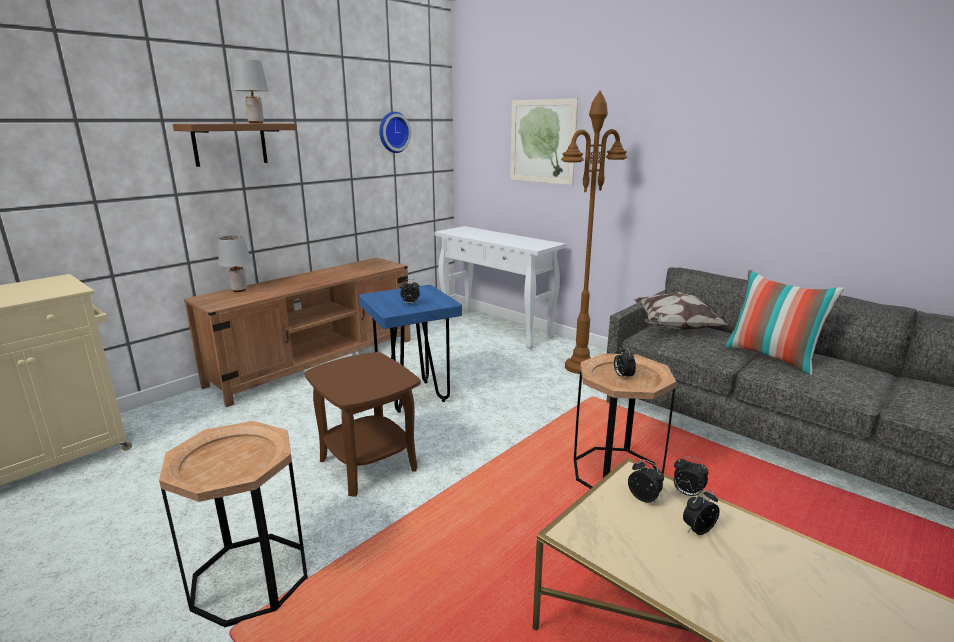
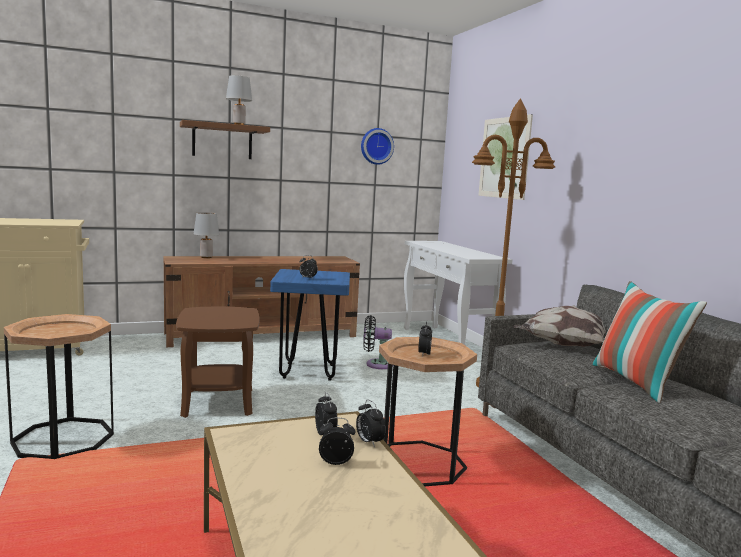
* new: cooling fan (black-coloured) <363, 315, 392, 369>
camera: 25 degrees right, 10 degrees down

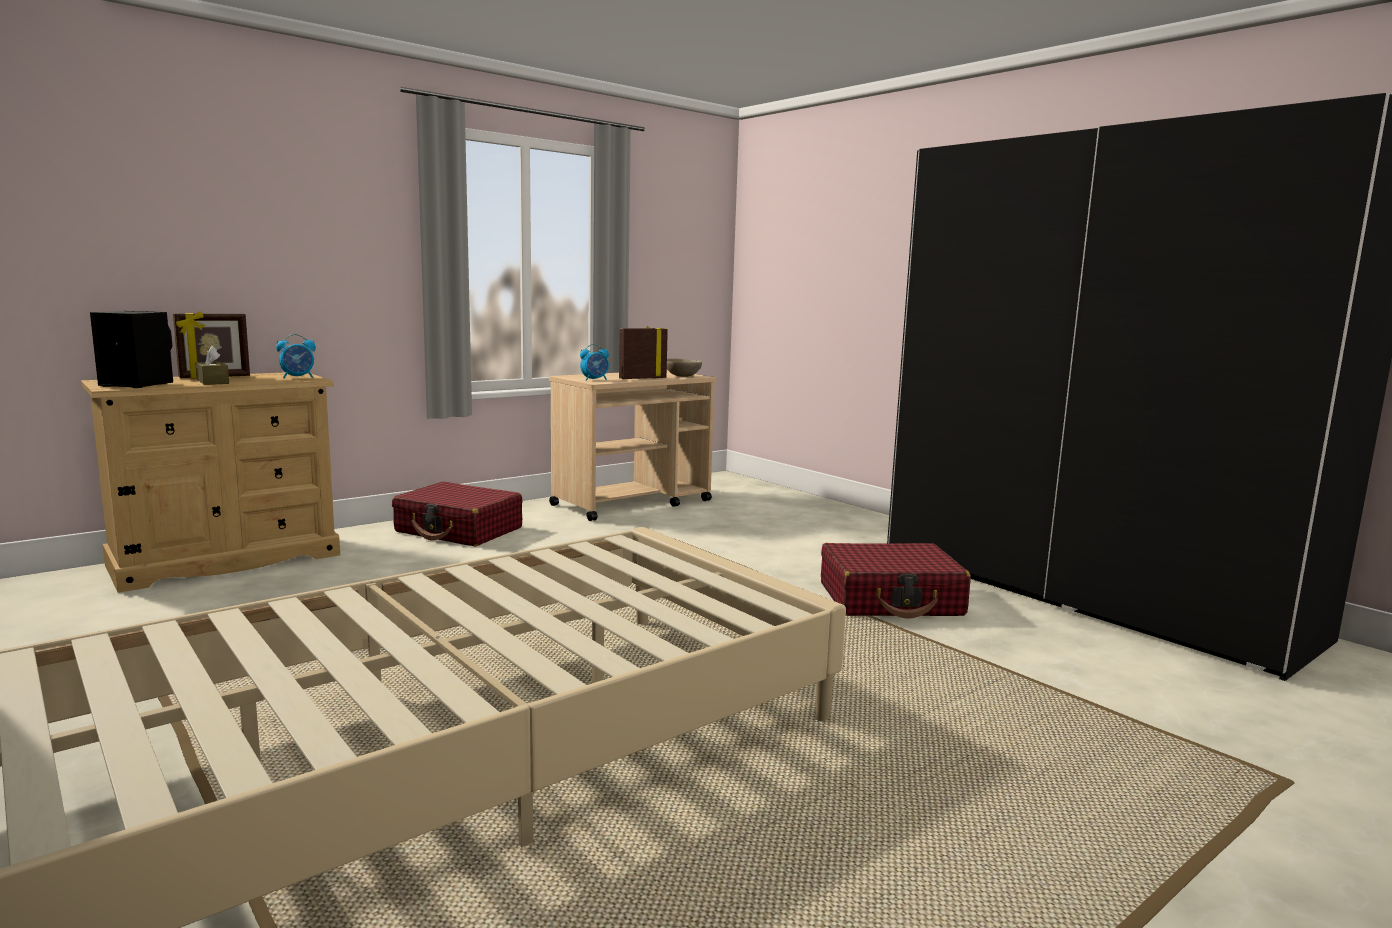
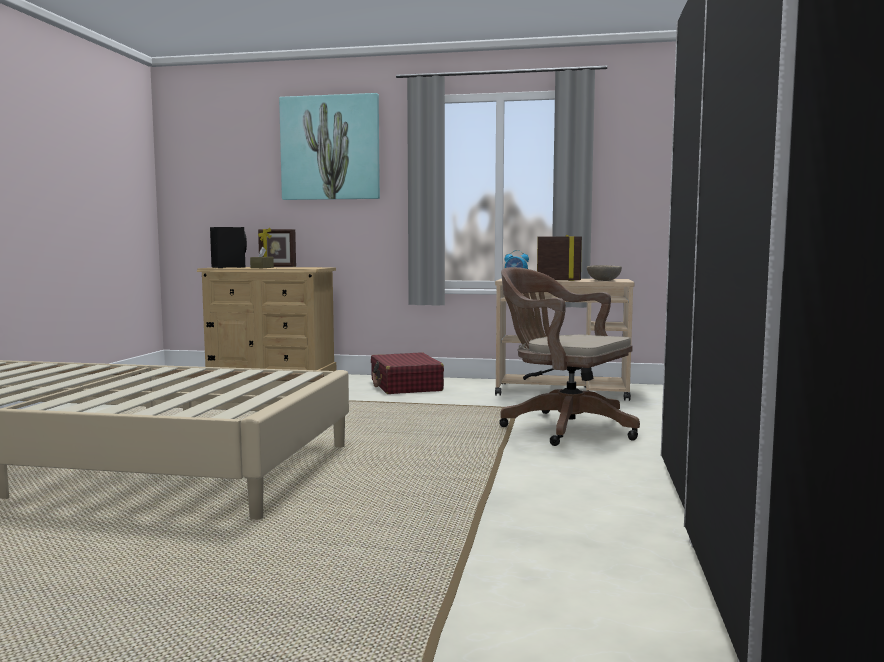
* gone: alarm clock <276, 334, 316, 378>
* gone: suitcase (reddish) <821, 543, 971, 619>
* new: wall art <279, 93, 380, 200>
* new: computer chair (brown-coloured) <499, 267, 640, 446>
camera: 50 degrees right, 5 degrees down

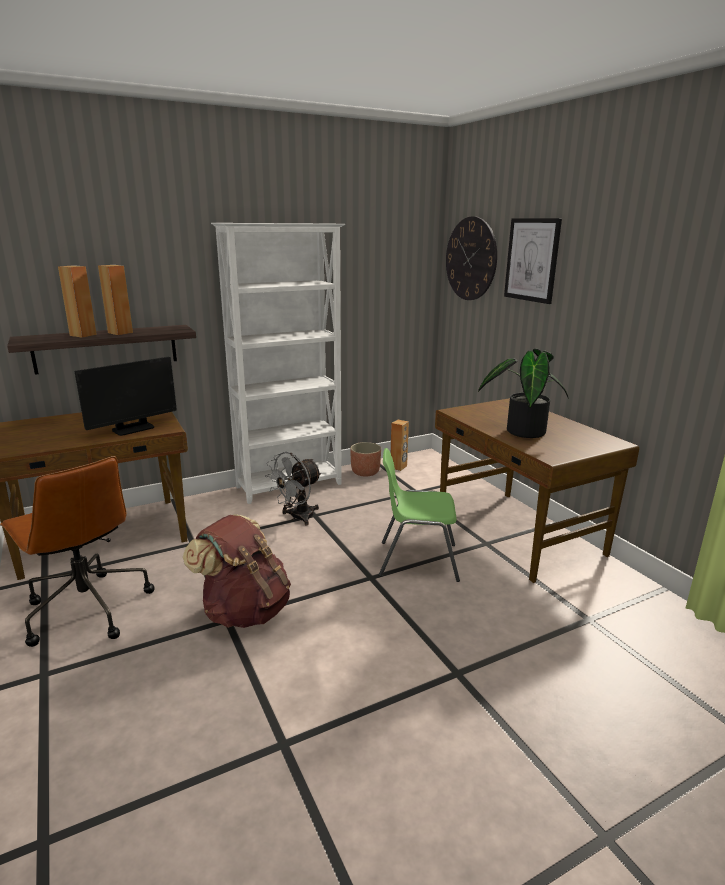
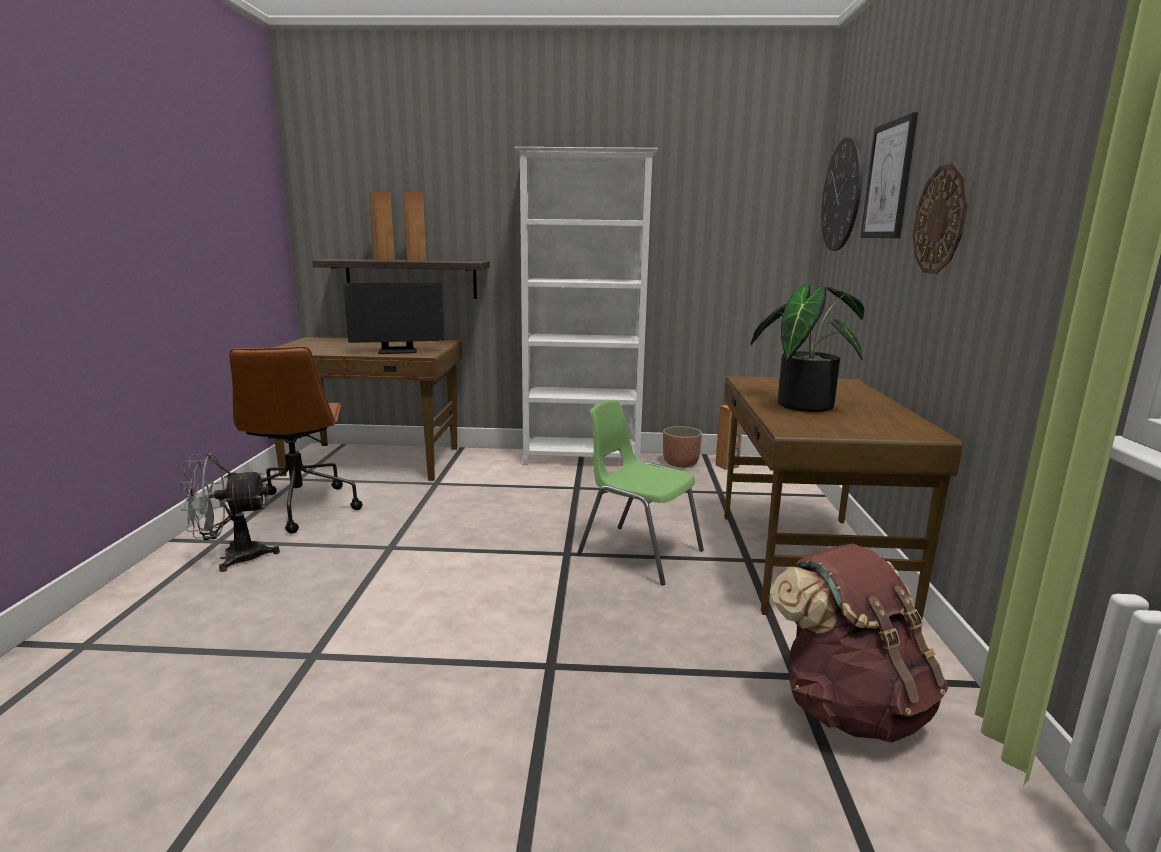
* shifted: cooling fan (gray) <265, 452, 322, 526> to <180, 453, 280, 572>
* shifted: backpack (brown-coloured) <183, 514, 291, 628> to <771, 544, 948, 743>
* new: hanging clock <913, 164, 968, 274>
camera: 30 degrees right, 5 degrees down

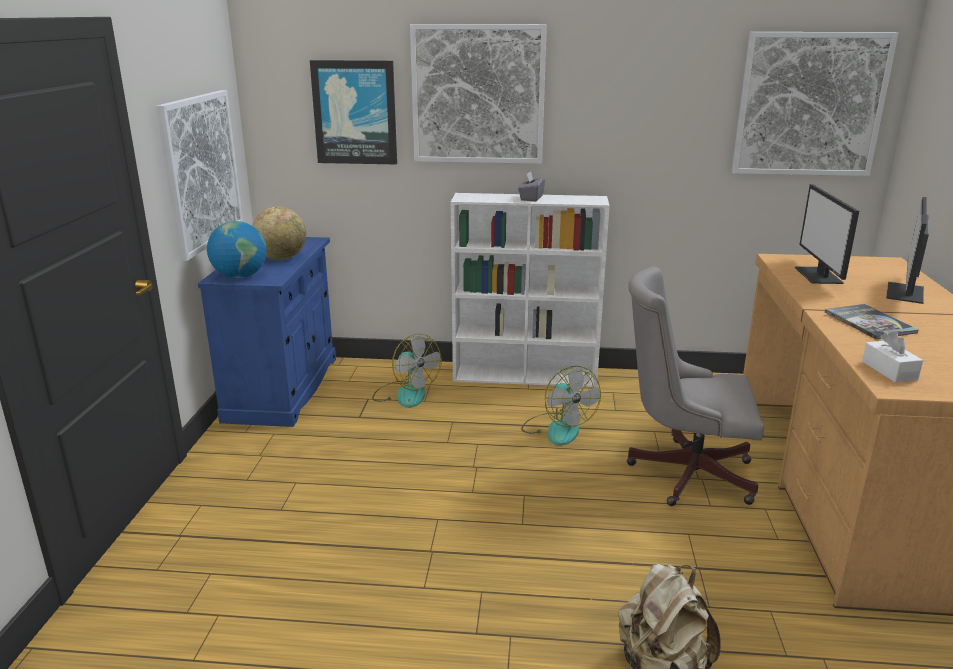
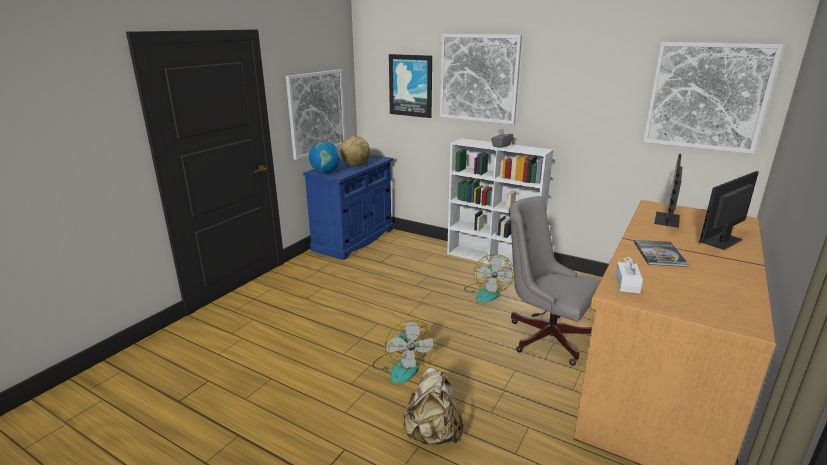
* shifted: cooling fan <372, 334, 442, 408> to <372, 320, 435, 384>
camera: 25 degrees right, 0 degrees up

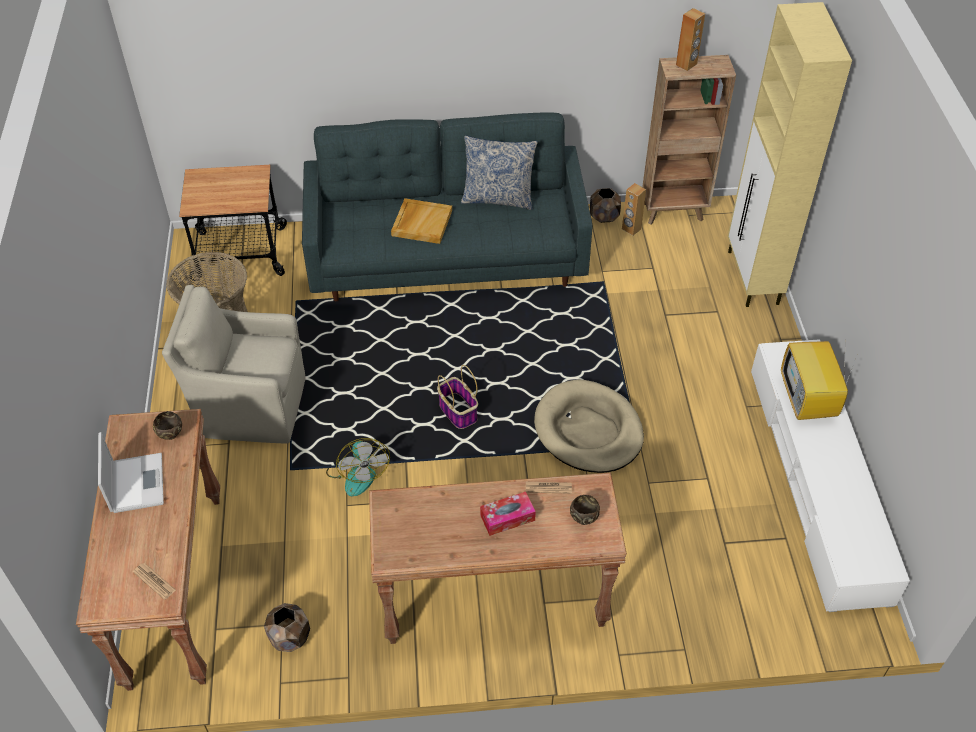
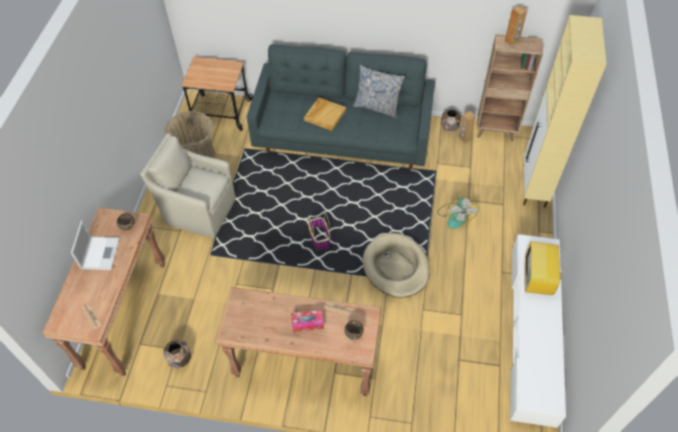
* shifted: cooling fan <326, 438, 390, 497> to <438, 196, 479, 229>
camera: 15 degrees right, 5 degrees up

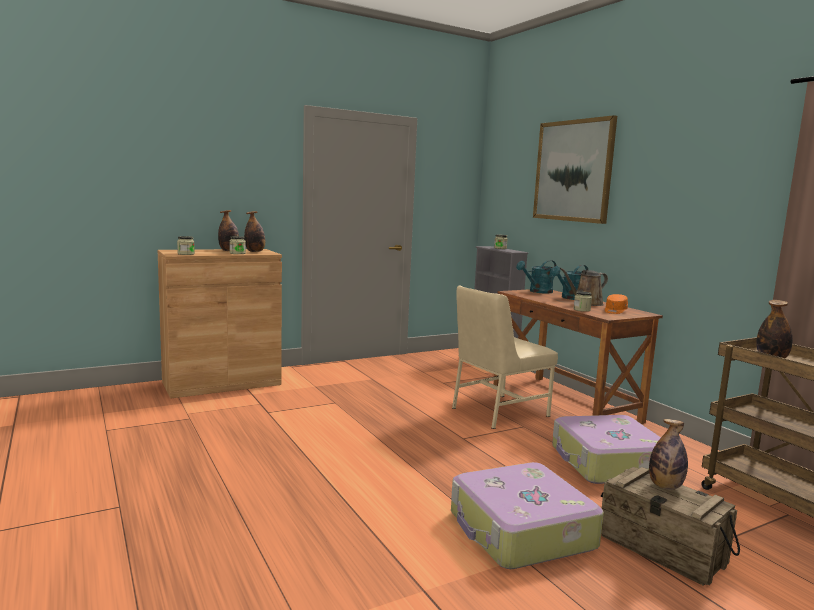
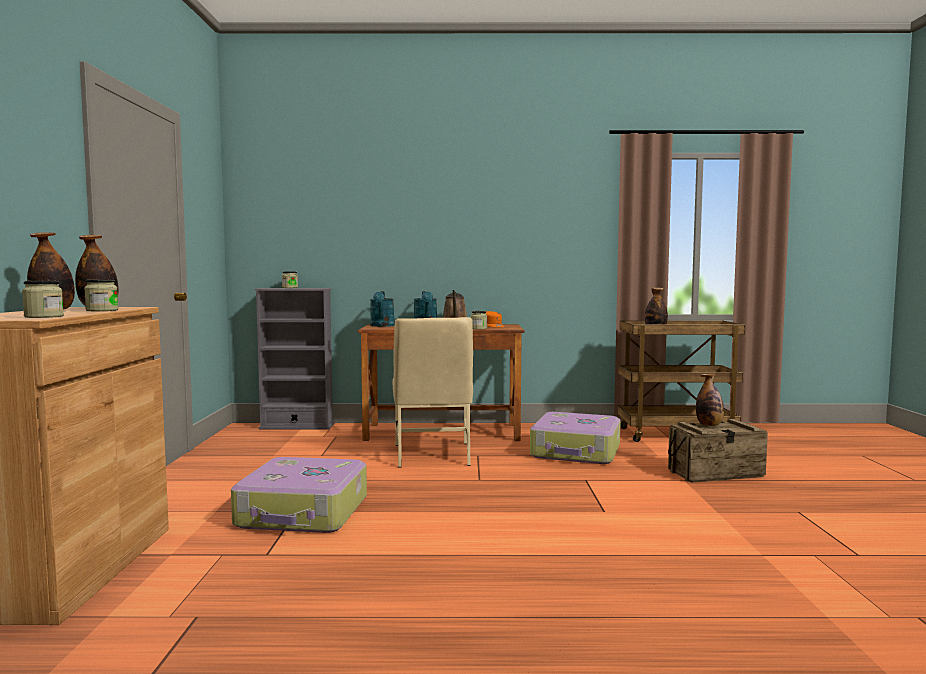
* gone: wall art <533, 115, 617, 224>
* shifted: suitcase <451, 462, 604, 569> to <231, 457, 367, 533>
camera: 60 degrees left, 5 degrees down

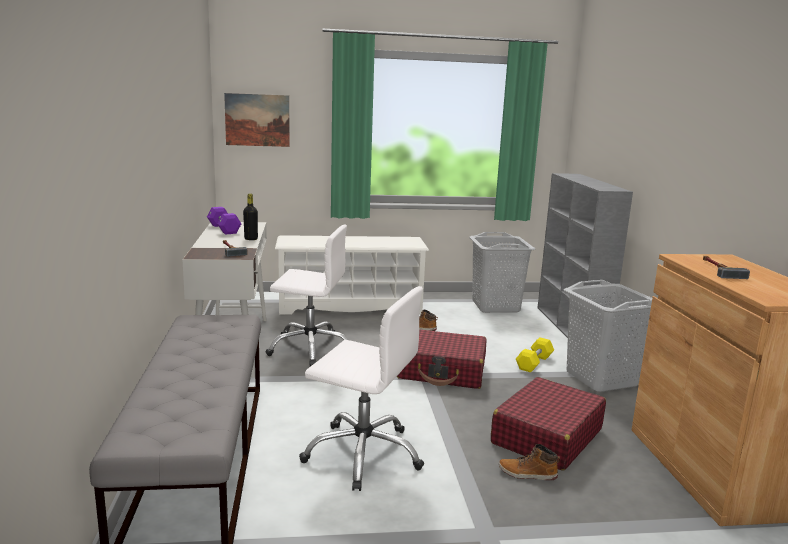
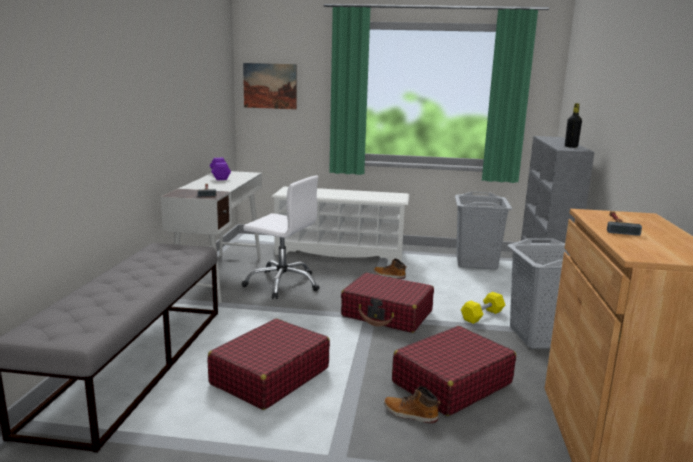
* shifted: beverage bottle (black-coloured) <243, 194, 258, 240> to <565, 103, 582, 148>
* swapped: computer chair (white-coloured) <299, 286, 424, 491> to suitcase (reddish) <208, 319, 330, 410>
camera: 15 degrees right, 0 degrees up

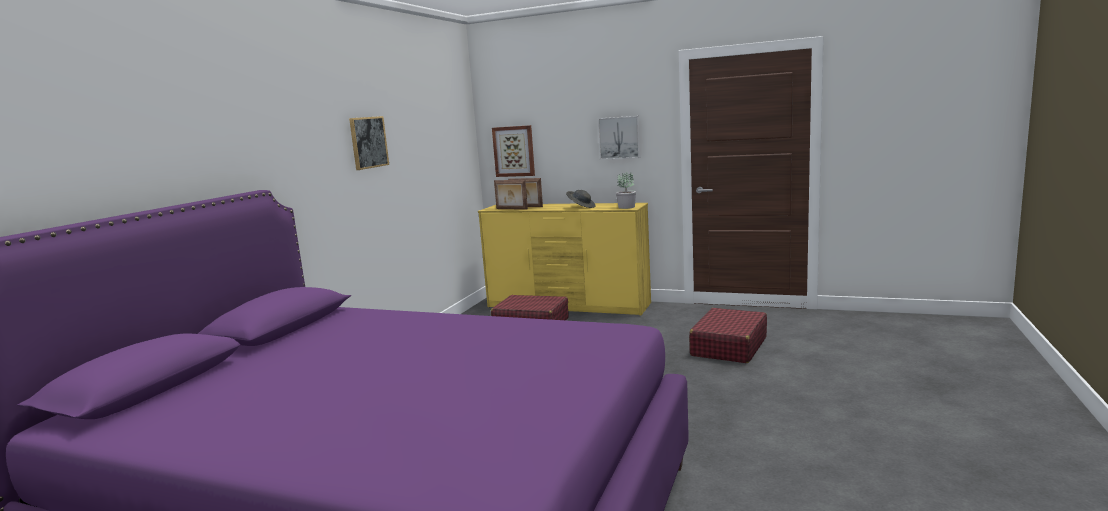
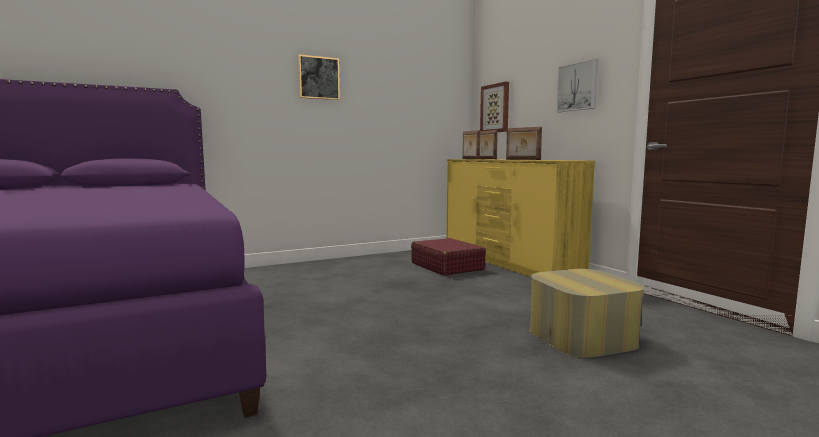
* gone: plant in a pot <616, 173, 636, 209>
* swapped: clothing hat (gray) <566, 190, 596, 208> to standing frame <506, 127, 542, 160>
* swapped: suitcase (reddish) <689, 308, 767, 363> to ottoman <530, 269, 645, 358>
camera: 40 degrees right, 5 degrees down

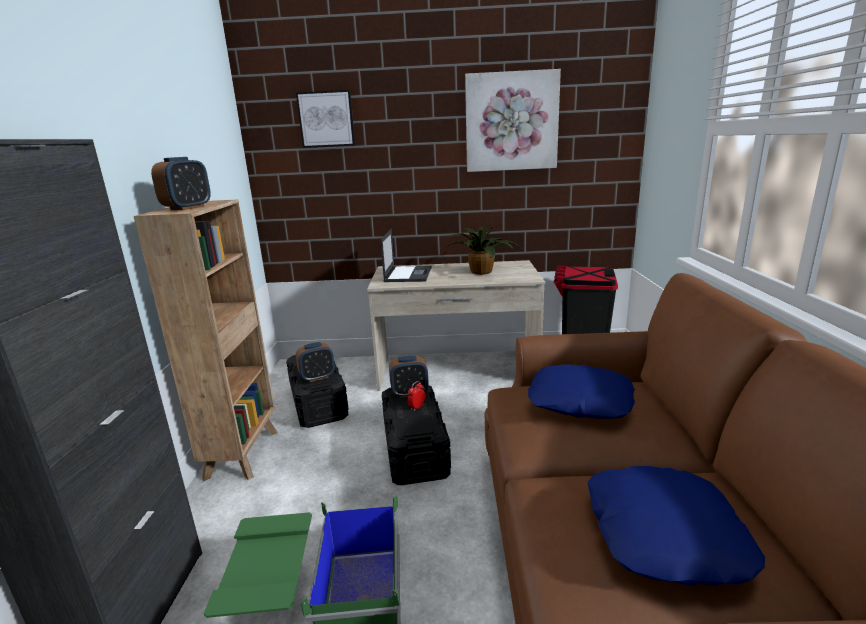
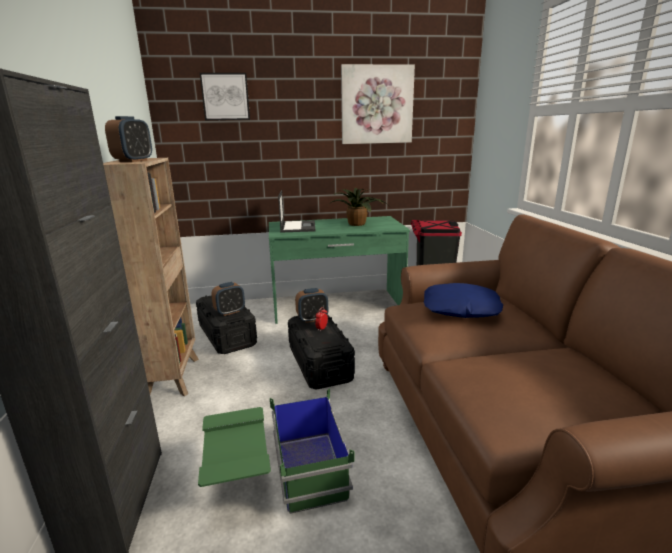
* repainted: desk unit (beige-coloured) <367, 260, 545, 391> to desk unit (green) <269, 216, 410, 324>
* gone: pillow (blue) <587, 466, 765, 586>
camera: 10 degrees left, 0 degrees up

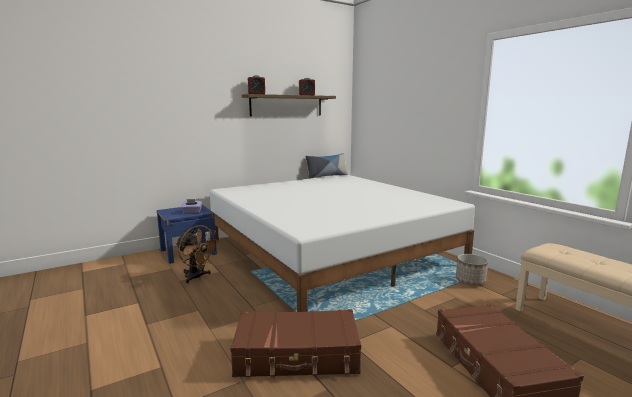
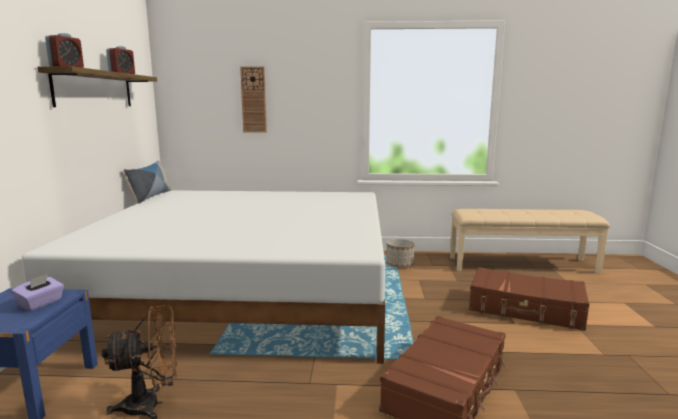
* new: hanging clock <240, 66, 267, 133>
camera: 55 degrees left, 0 degrees up

